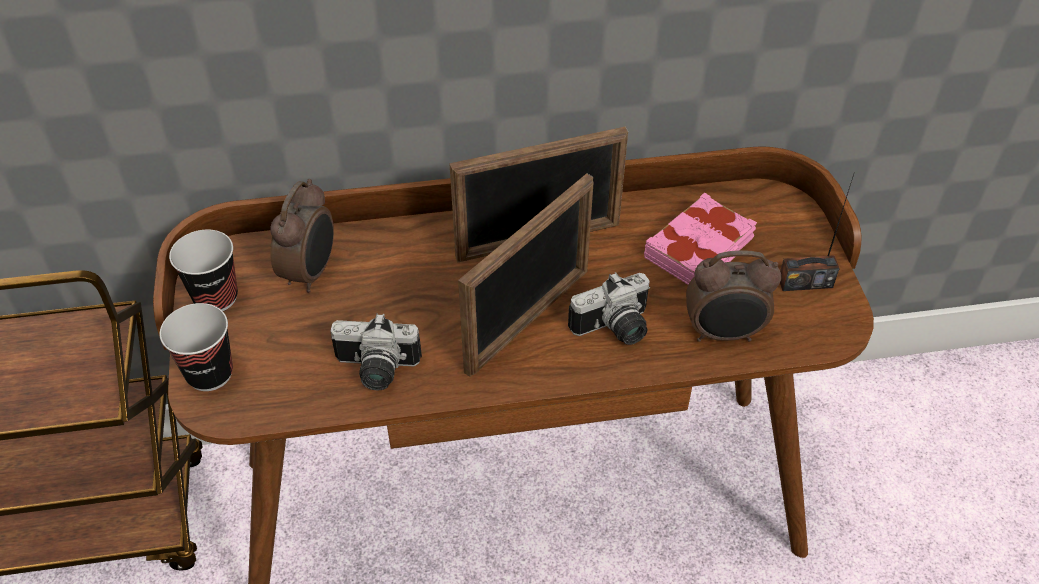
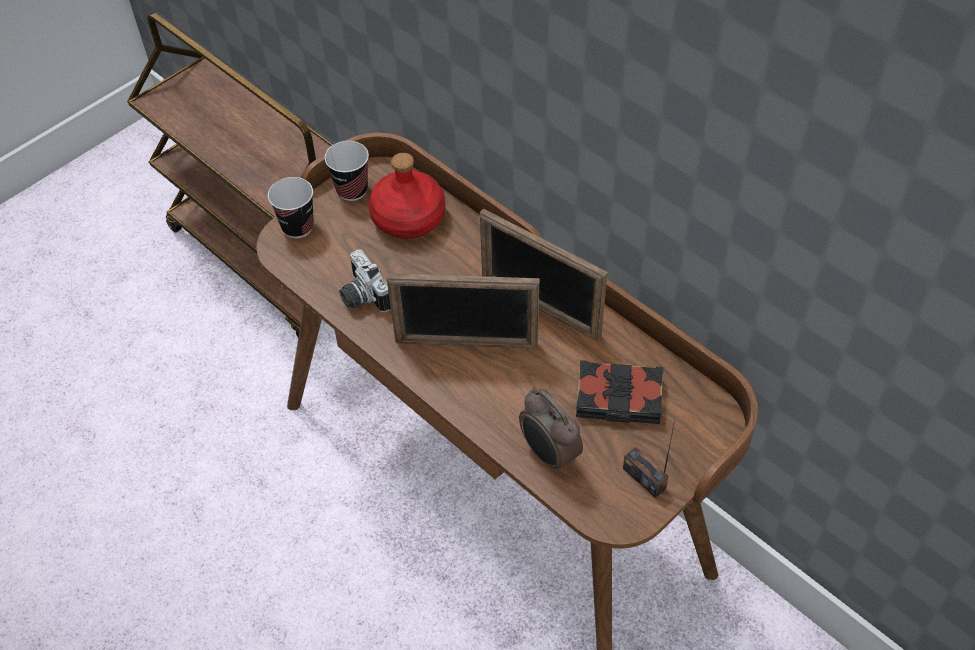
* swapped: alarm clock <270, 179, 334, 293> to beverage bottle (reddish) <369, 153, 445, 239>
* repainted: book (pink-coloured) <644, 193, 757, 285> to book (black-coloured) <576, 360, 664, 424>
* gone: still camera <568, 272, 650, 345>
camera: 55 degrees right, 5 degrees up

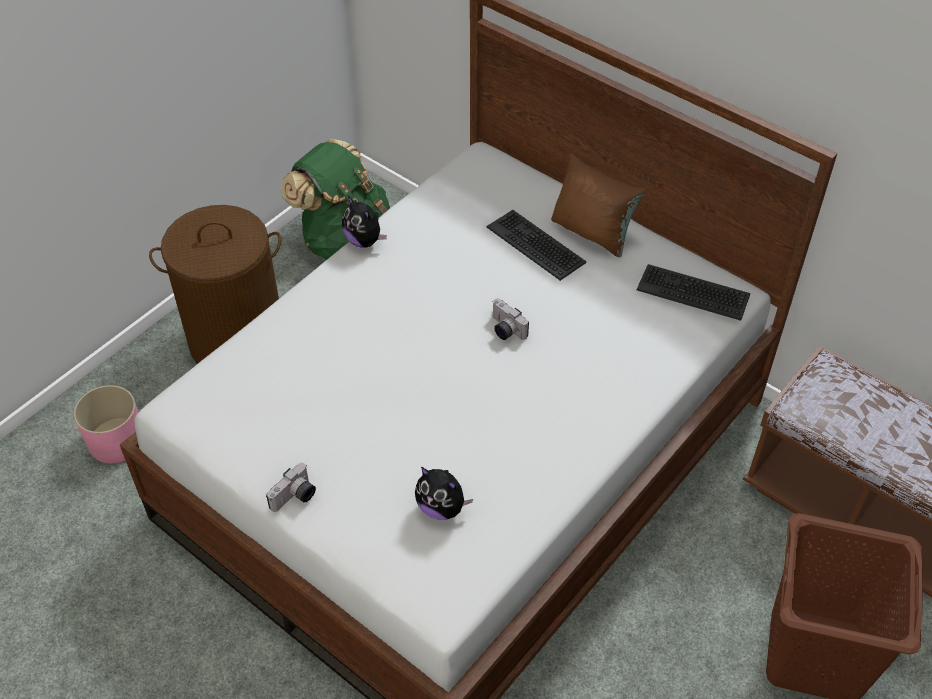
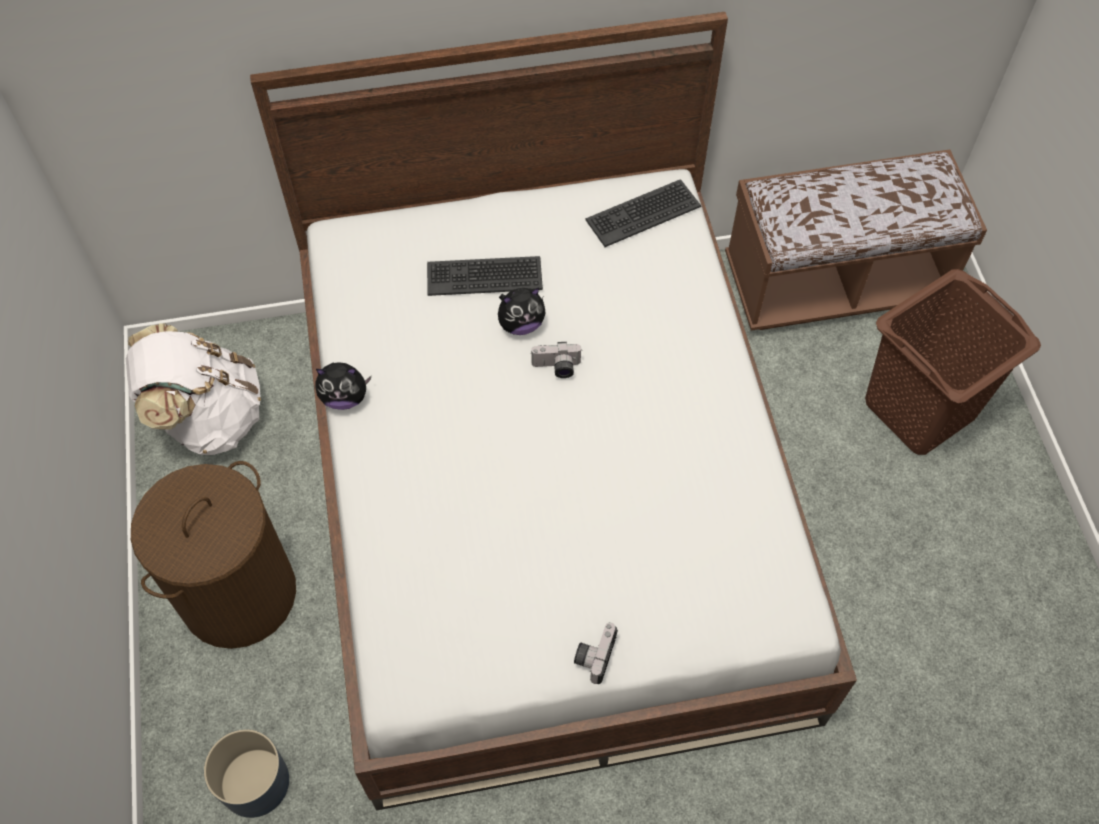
* repainted: backpack (green) <280, 139, 390, 259> to backpack (white-coloured) <126, 323, 261, 455>
* gone: pillow (brown-coloured) <551, 153, 646, 257>
* repainted: plant pot (pink-coloured) <74, 385, 139, 463> to plant pot (blue) <204, 729, 289, 818>
* rotated: still camera <266, 463, 316, 512> = <574, 622, 618, 684> 150 degrees counterclockwise
* shifted: soft toy <415, 467, 473, 520> to <498, 287, 546, 335>
camera: 50 degrees left, 10 degrees up

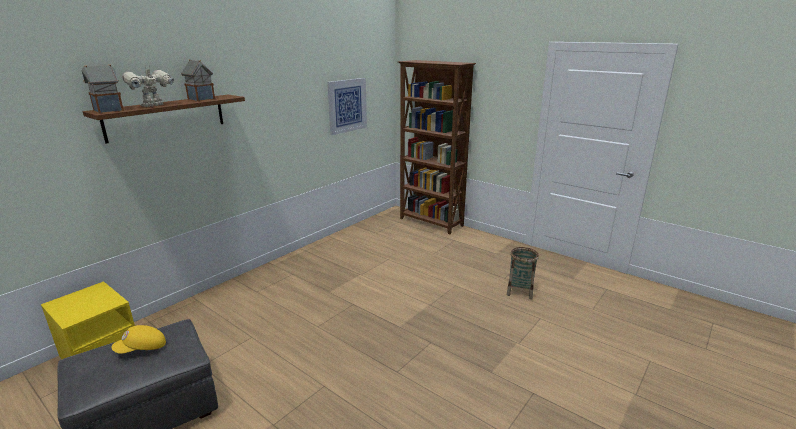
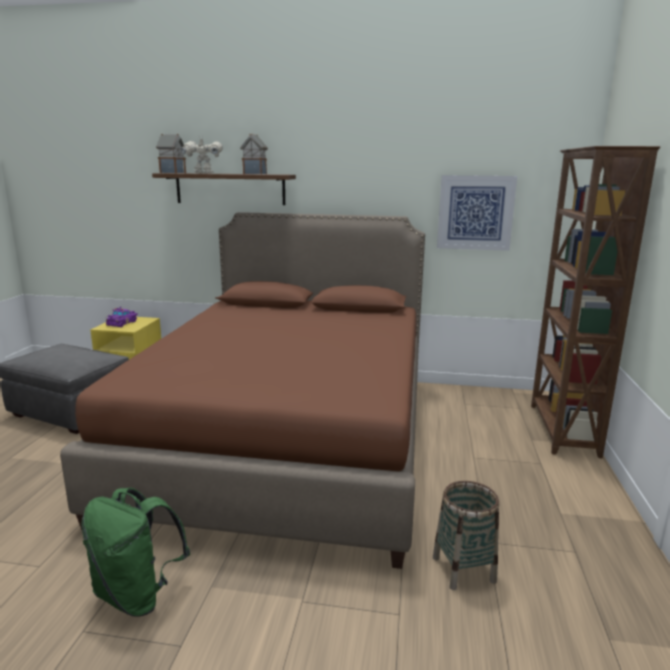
* gone: baseball cap (yellowish) <111, 325, 166, 354>
* new: bed (brown-coloured) <60, 212, 425, 569>
* new: miniature car (purple-coloured) <106, 307, 138, 327>
* new: backpack (green) <81, 488, 190, 617>
camera: 60 degrees right, 5 degrees down

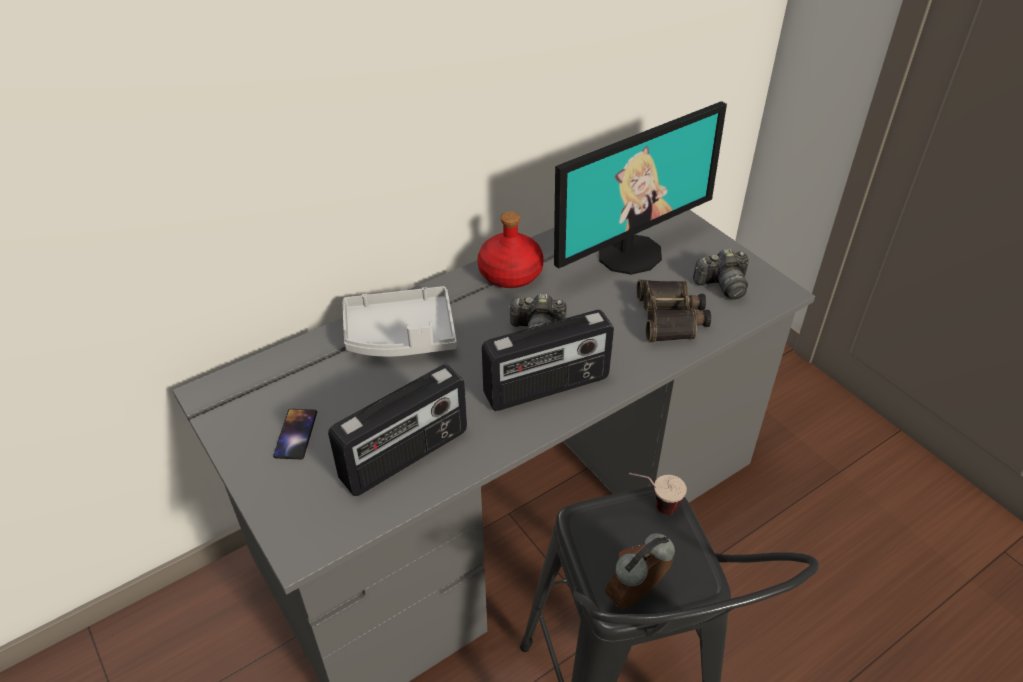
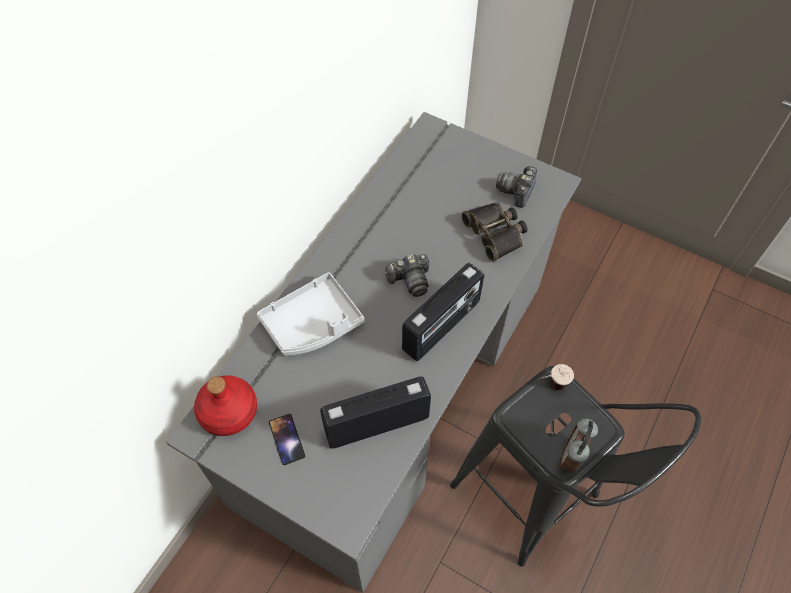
* gone: computer screen <554, 101, 727, 275>
* shifted: beverage bottle (reddish) <477, 211, 544, 288> to <194, 375, 257, 436>
* rotated: still camera <693, 249, 749, 300> = <496, 166, 537, 208> 150 degrees clockwise
* rotated: radio <328, 364, 467, 496> = <320, 376, 431, 449> 135 degrees counterclockwise
camera: 25 degrees left, 15 degrees up

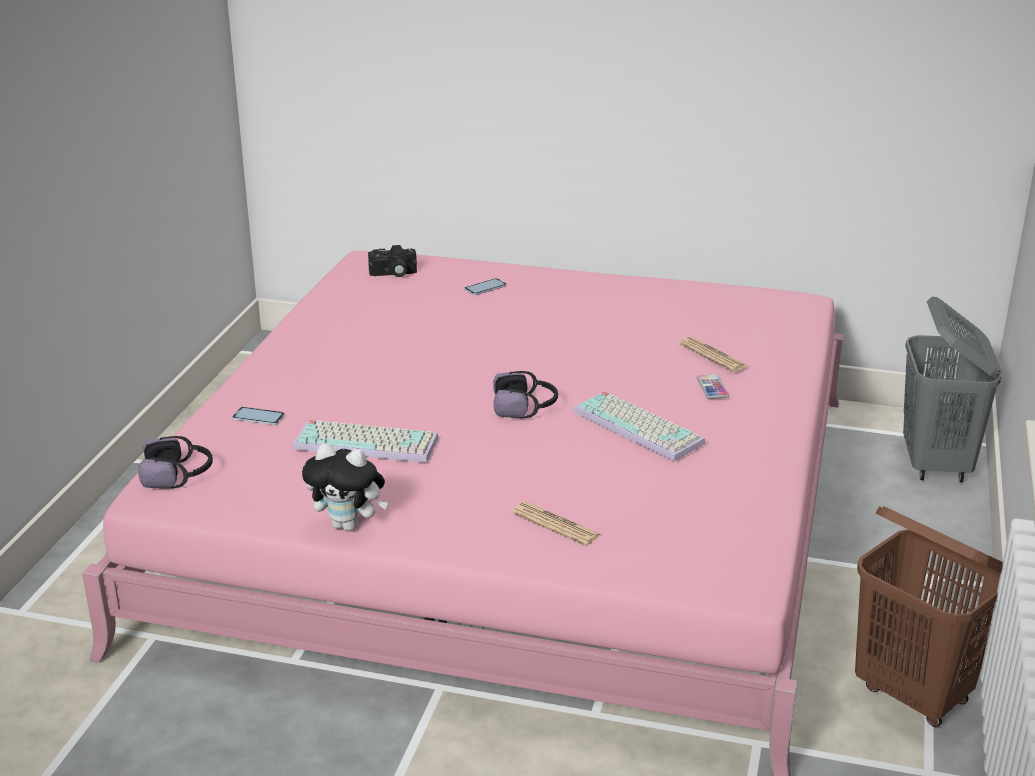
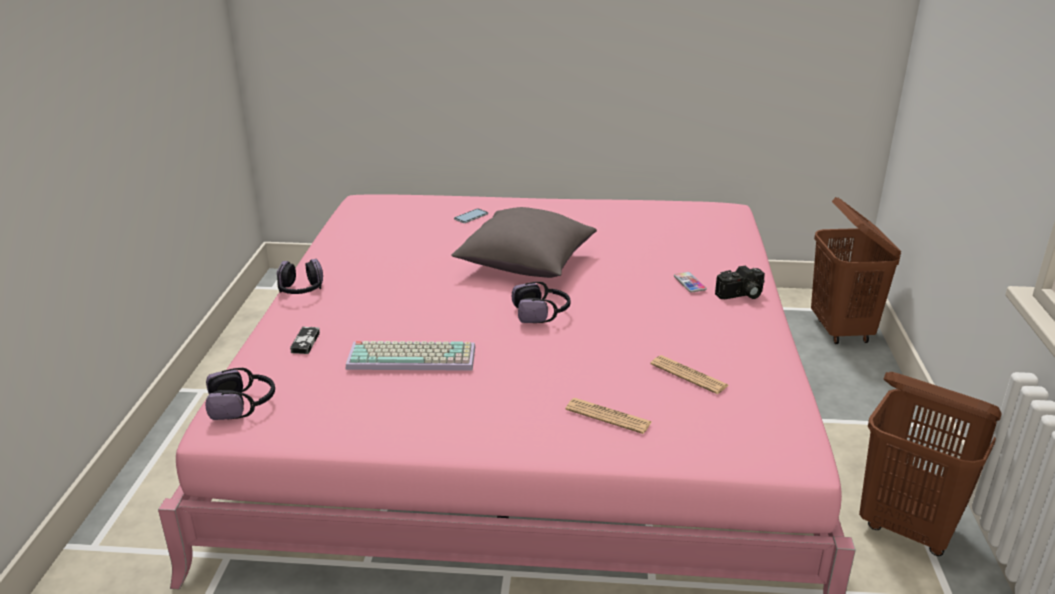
* shifted: still camera <368, 245, 417, 277> to <715, 266, 765, 299>
* repainted: washing basket (gray) <903, 296, 1002, 482> to washing basket (brown-coloured) <811, 197, 901, 344>
* shifted: printed paper <679, 337, 747, 372> to <650, 355, 729, 394>
* gone: computer keyboard <573, 391, 705, 461>
* swapped: telephone <232, 407, 285, 425> to gamepad <290, 327, 320, 354>
* gone: soft toy <302, 443, 388, 531>
* new: pillow (gray) <451, 207, 597, 278>
* new: headset <277, 259, 323, 294>
camera: 10 degrees left, 0 degrees up

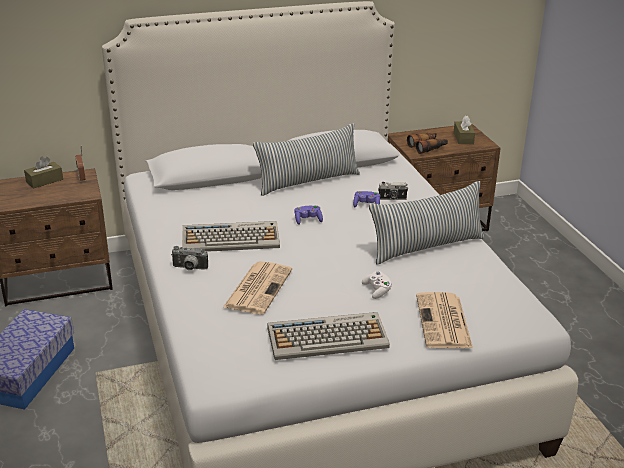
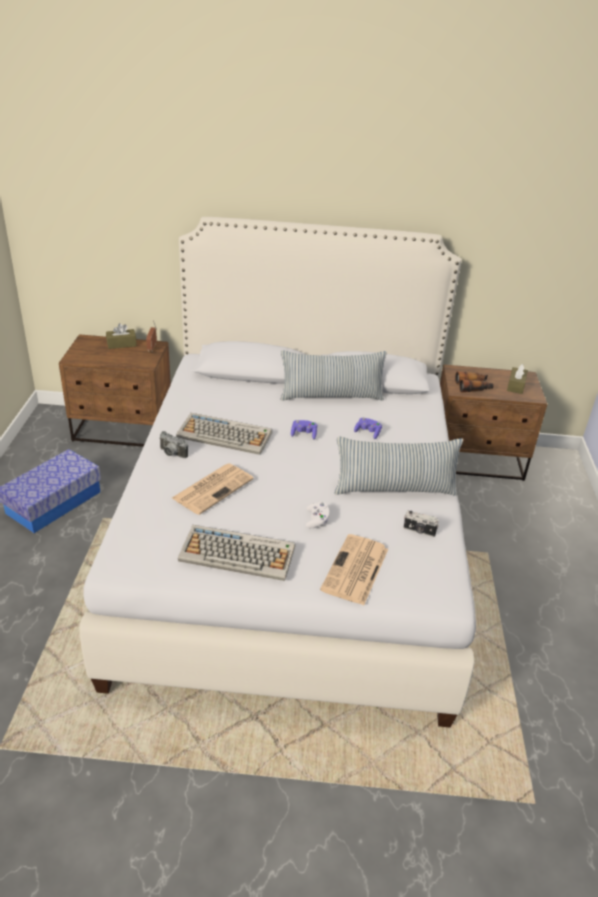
* shifted: still camera <378, 182, 408, 200> to <403, 511, 439, 537>
camera: 20 degrees right, 5 degrees up

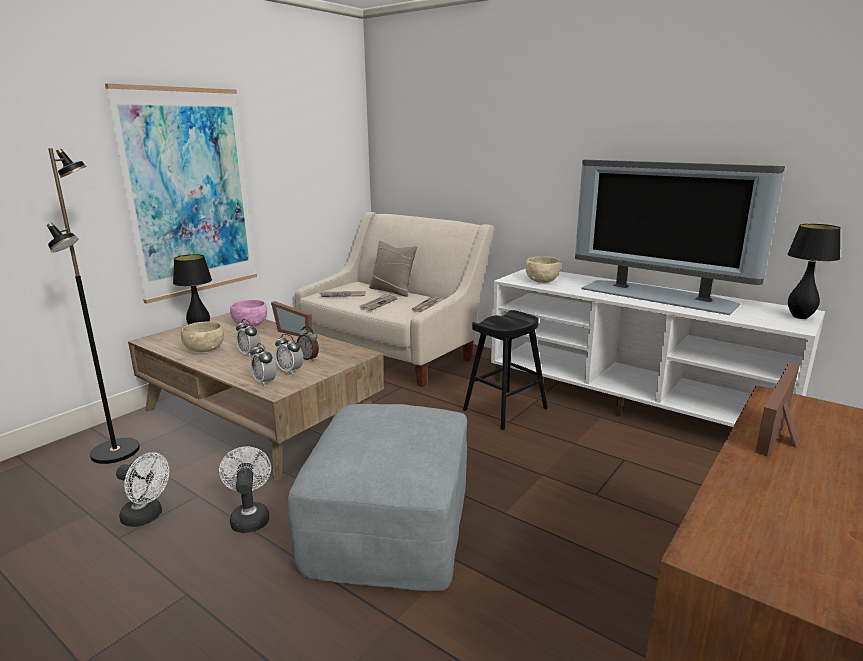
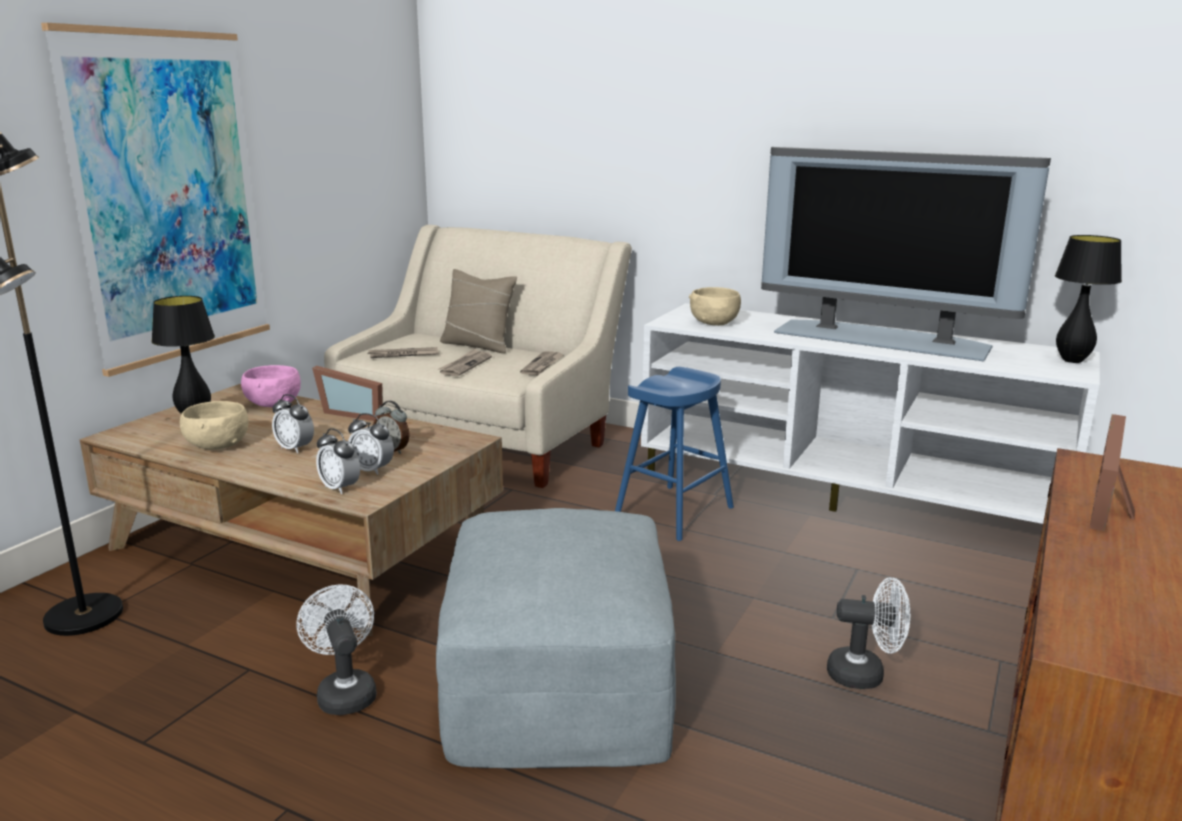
* repainted: sitting stool (black-coloured) <463, 310, 548, 430> to sitting stool (blue) <615, 367, 734, 541>
* shifted: cooling fan (white-coloured) <116, 452, 169, 527> to <827, 577, 910, 689>
camera: 10 degrees left, 0 degrees up

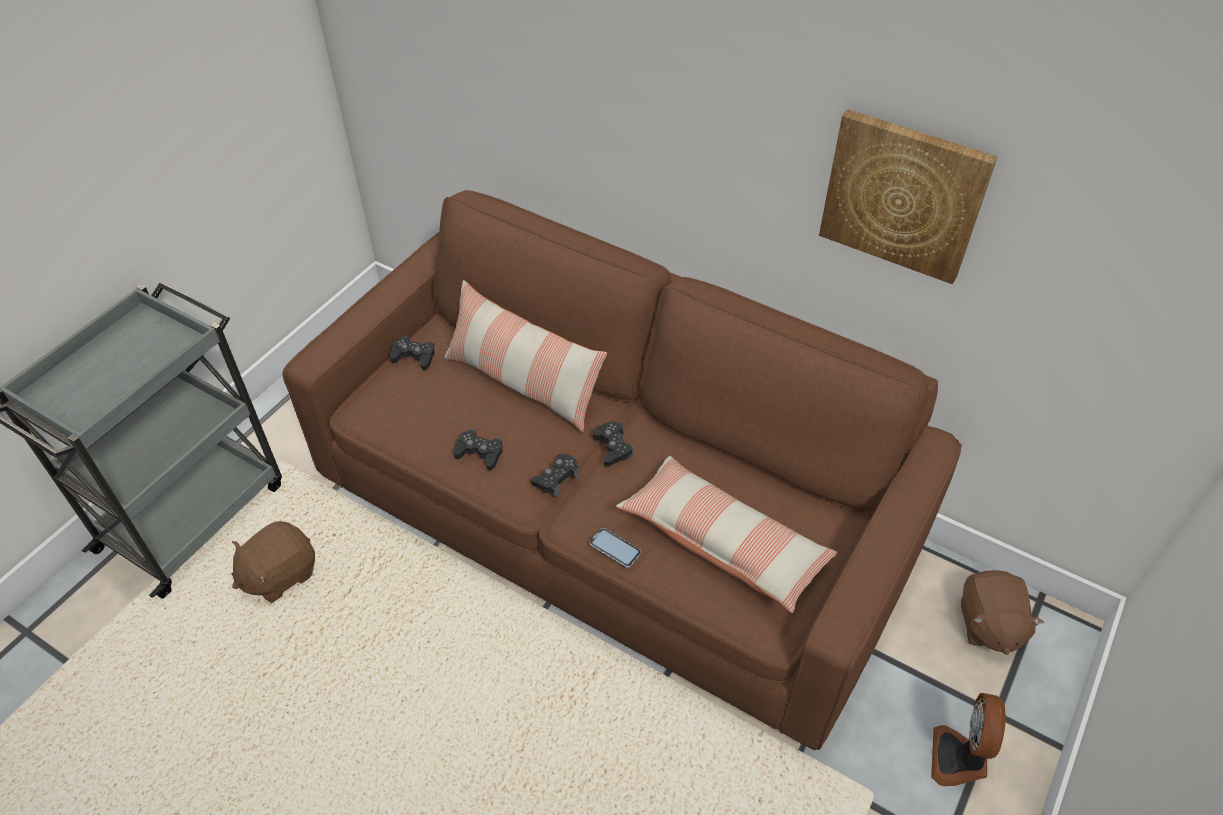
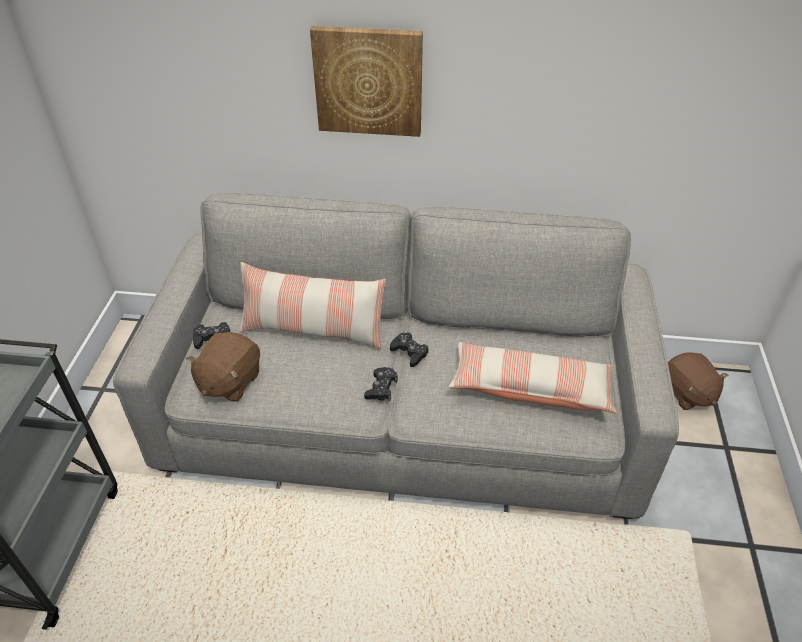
* shifted: wall art <819, 109, 998, 284> to <310, 26, 423, 137>
* repainted: couch (brown-coloured) <282, 190, 962, 751> to couch (gray) <113, 193, 679, 519>
* gone: gamepad (black-coloured) <453, 429, 503, 470>
* shifted: soft toy (brown-coloured) <232, 521, 315, 603> to <186, 332, 260, 402>
* gone: telephone <590, 528, 641, 568>
* gone: cooling fan <931, 693, 1006, 786>
camera: 25 degrees left, 5 degrees down

